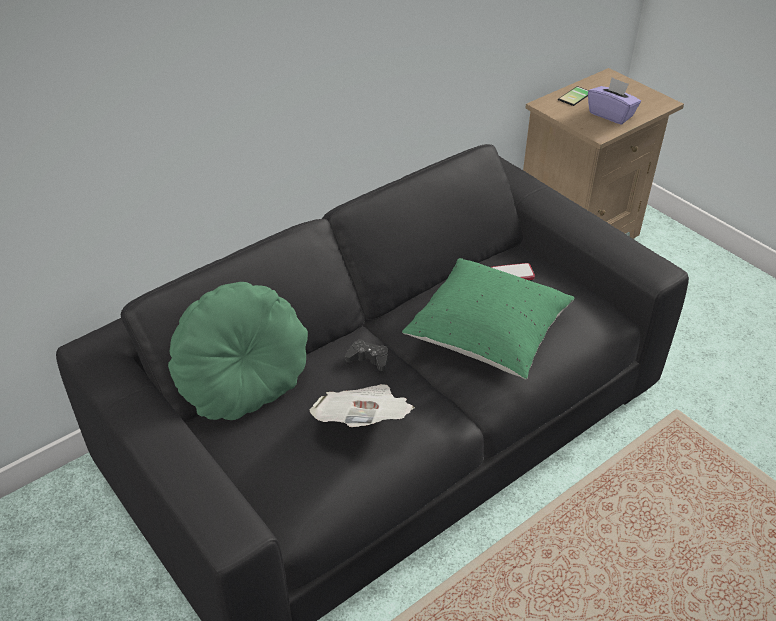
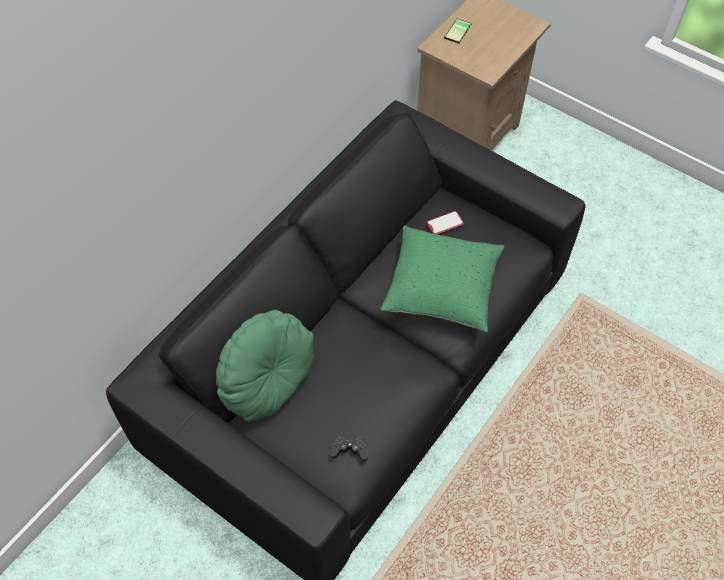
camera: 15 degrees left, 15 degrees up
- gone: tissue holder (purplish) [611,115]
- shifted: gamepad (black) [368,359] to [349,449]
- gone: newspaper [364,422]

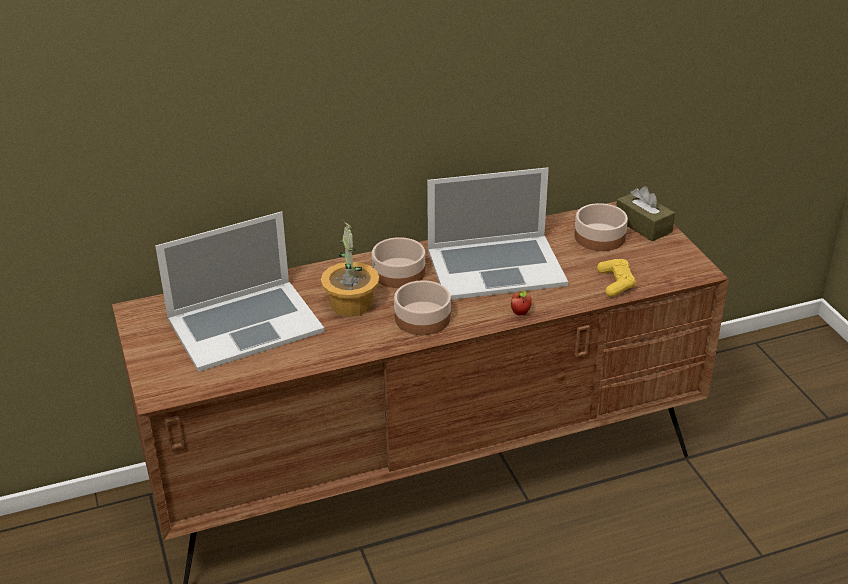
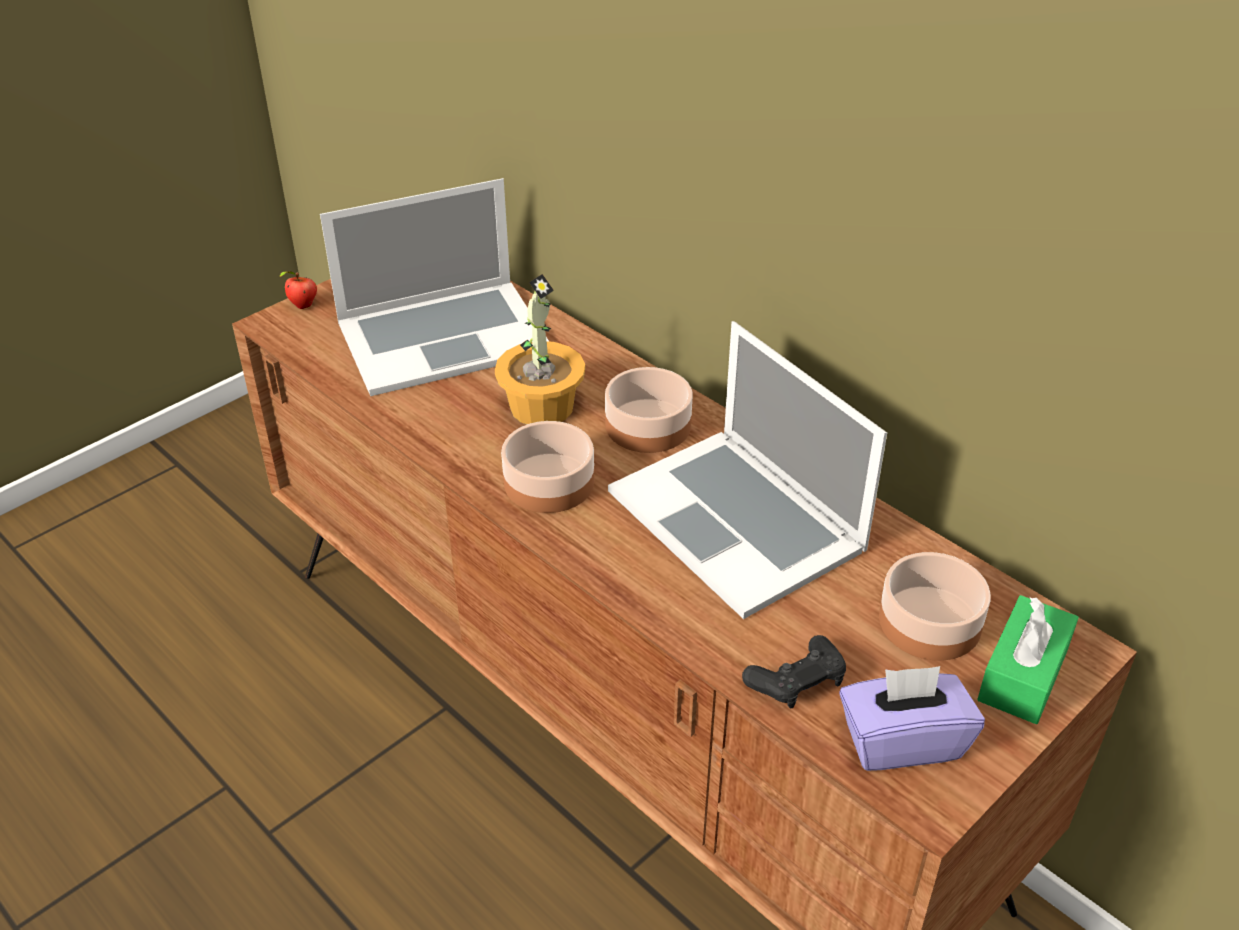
camera: 65 degrees right, 5 degrees up
- repainted: tissue holder (brown-coloured) [643,225] to tissue holder (greenish) [1023,674]
- rotated: laptop [244,324] = [443,336] 60 degrees counterclockwise
- repainted: gamepad (yellowish) [616,283] to gamepad (black) [797,682]
- shifted: apple [521,313] to [302,306]
- new: tissue holder (purplish) [902,741]

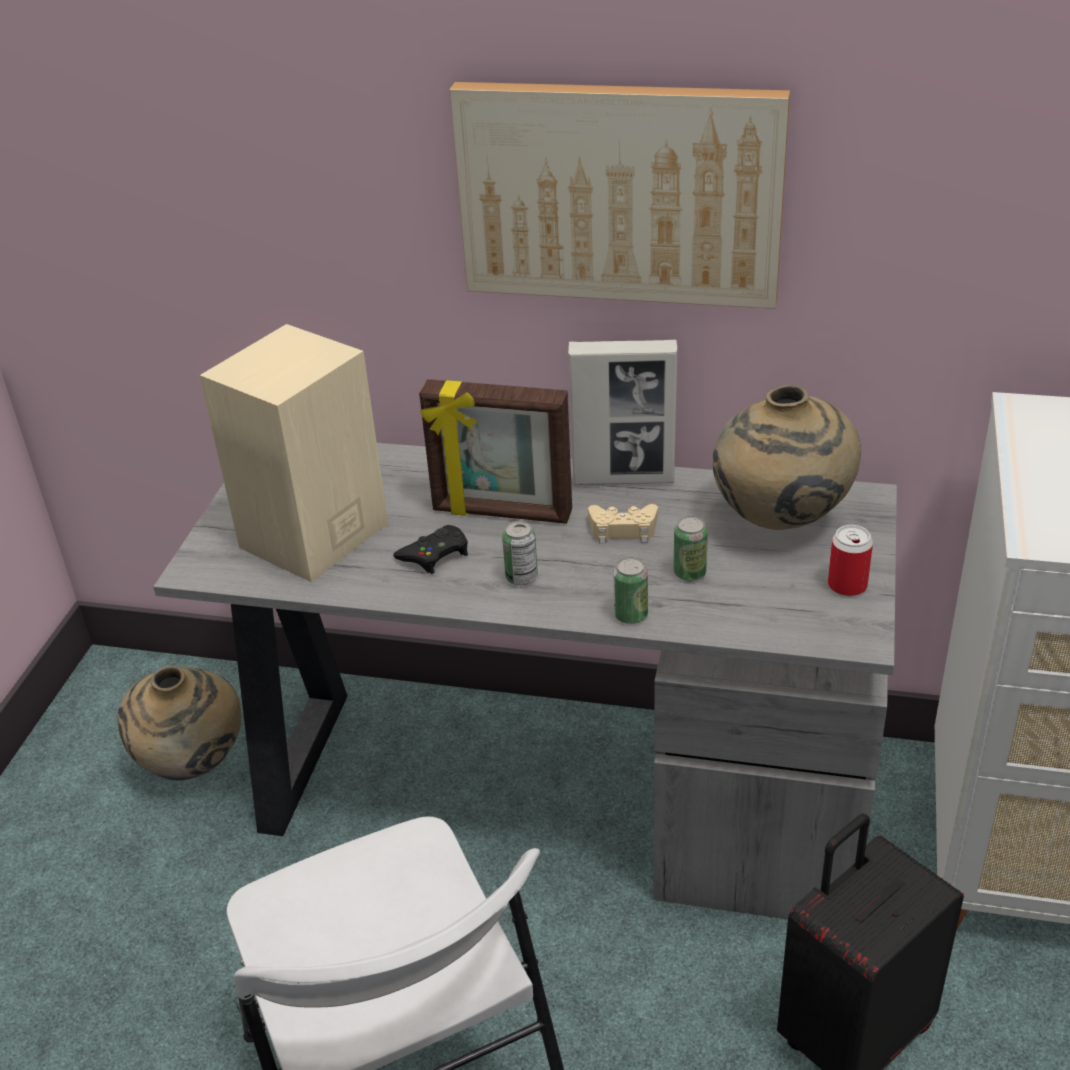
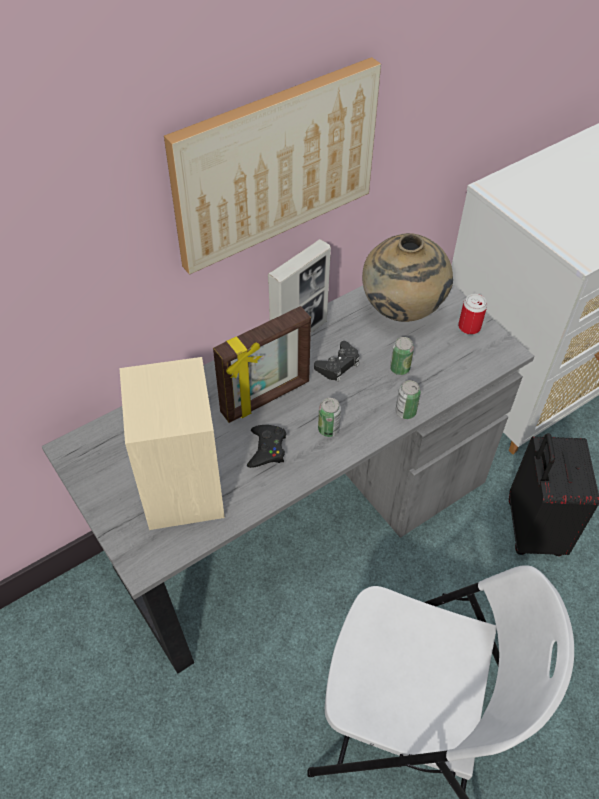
camera: 50 degrees left, 15 degrees up
- repainted: gamepad (beige-coloured) [623,529] to gamepad (black) [338,365]
- gone: vase (beige-coloured) [194,765]

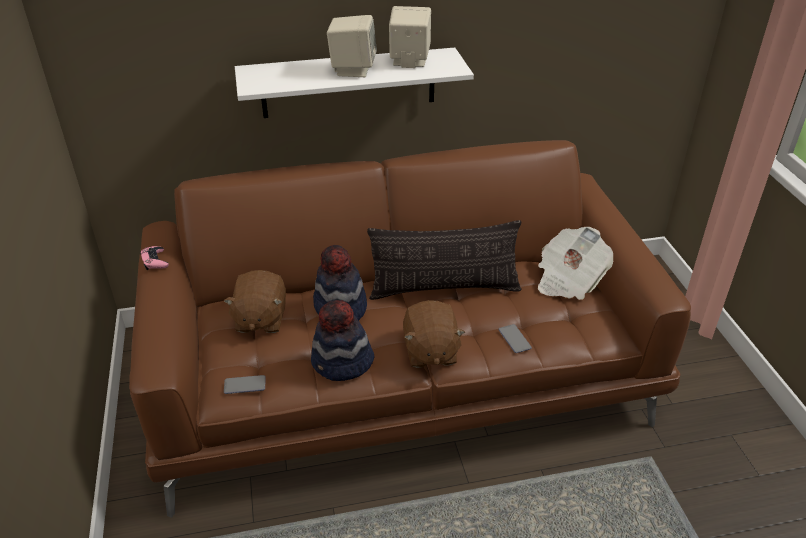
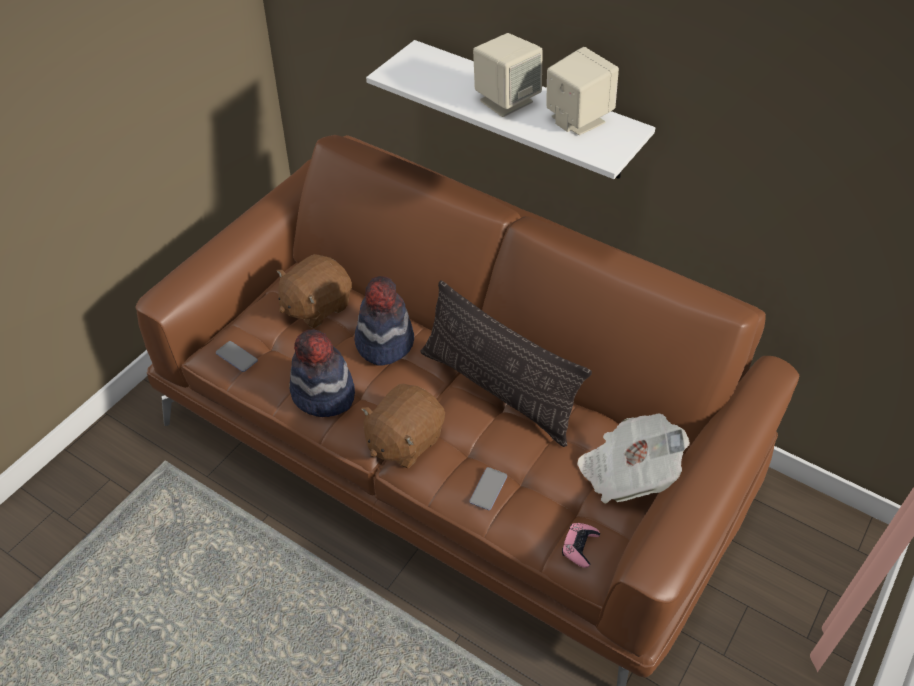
camera: 45 degrees right, 10 degrees up
- shifted: gamepad (pink) [155,261] to [579,547]

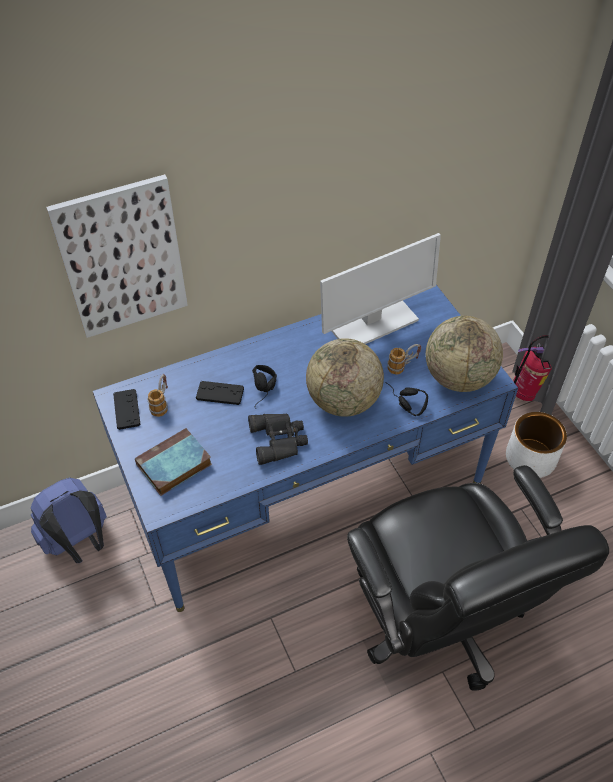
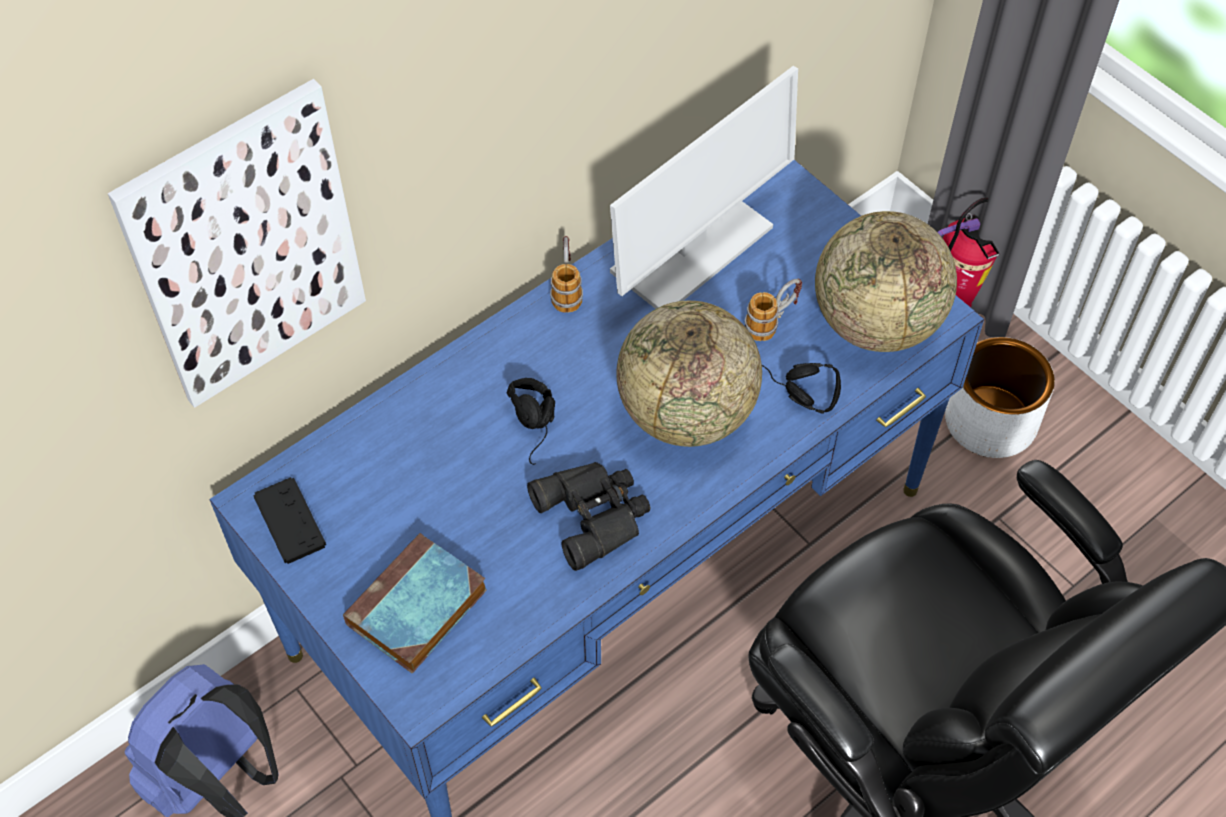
camera: 15 degrees left, 5 degrees up
- shifted: coffee mug [161,403] to [566,289]
- gone: gamepad (black) [220,393]

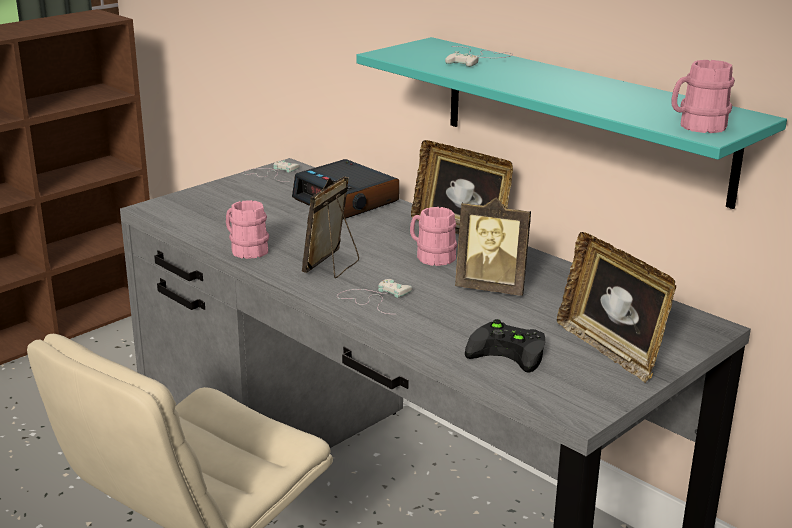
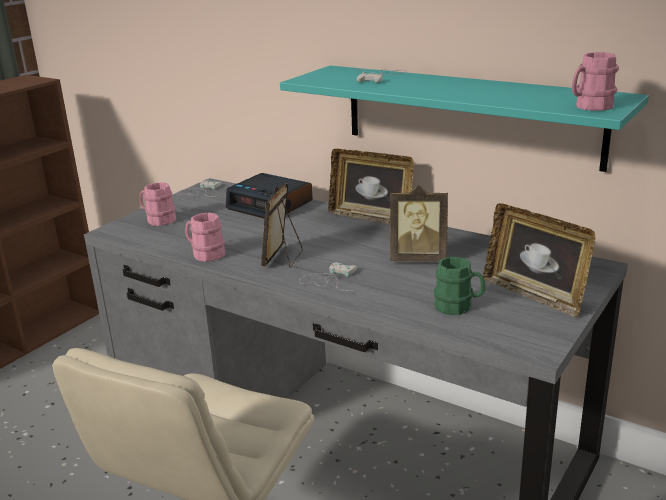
camera: 10 degrees left, 0 degrees up
- shifted: coffee mug (pink) [431,257] to [158,220]
- swapped: gamepad (black) [510,351] to coffee mug (greenish) [458,307]

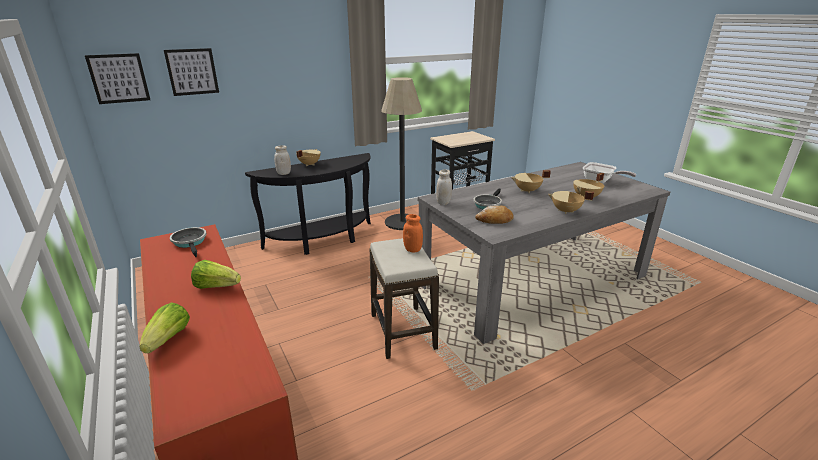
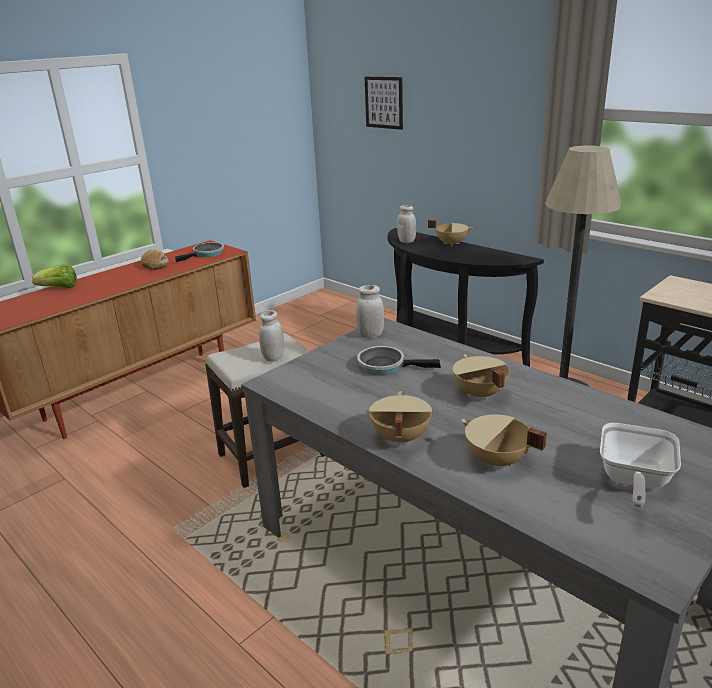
camera: 75 degrees right, 0 degrees up
- gone: picture [119,78]
- shifted: bakery bread [495,220] to [155,265]
- repainted: preserve jar (orangey) [412,249] to preserve jar (white-coloured) [273,357]
- gone: head of lettuce [216,286]

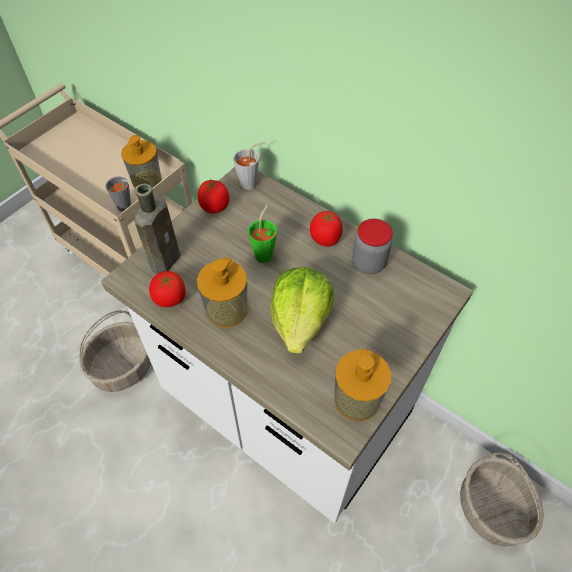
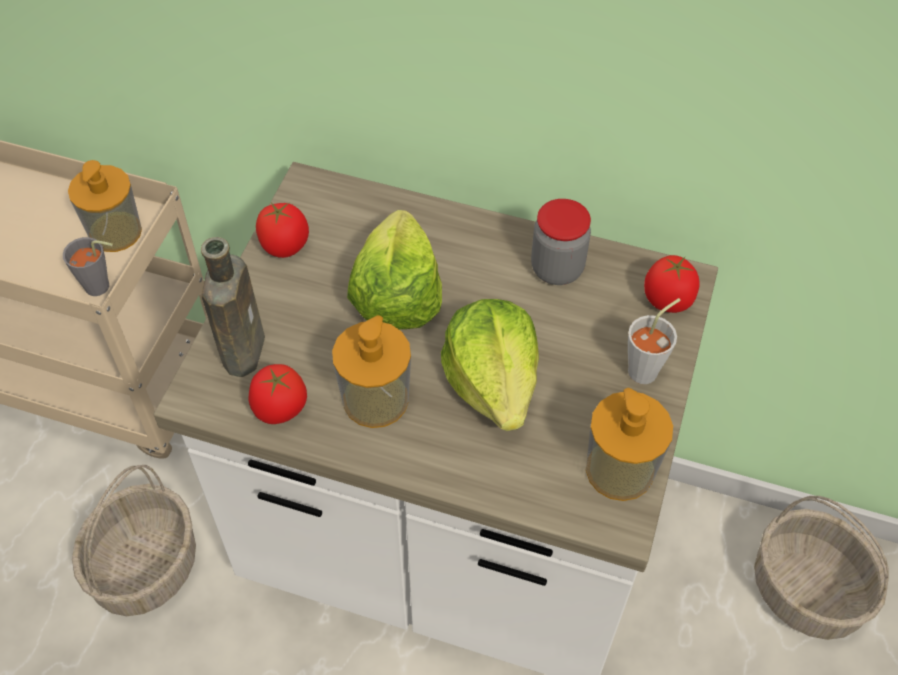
camera: 20 degrees left, 0 degrees up
- shifted: small cup (gray) [252,183] to [648,368]
- swapped: small cup (greenish) [265,252] to head of lettuce [396,295]
- shifted: tomato [325,239] to [668,300]

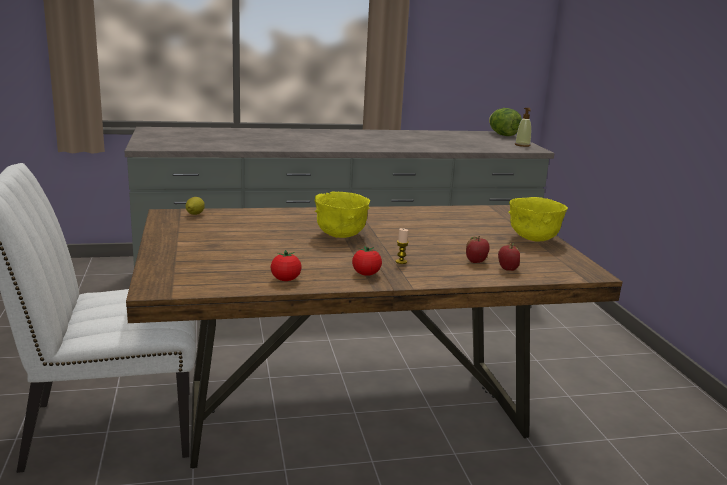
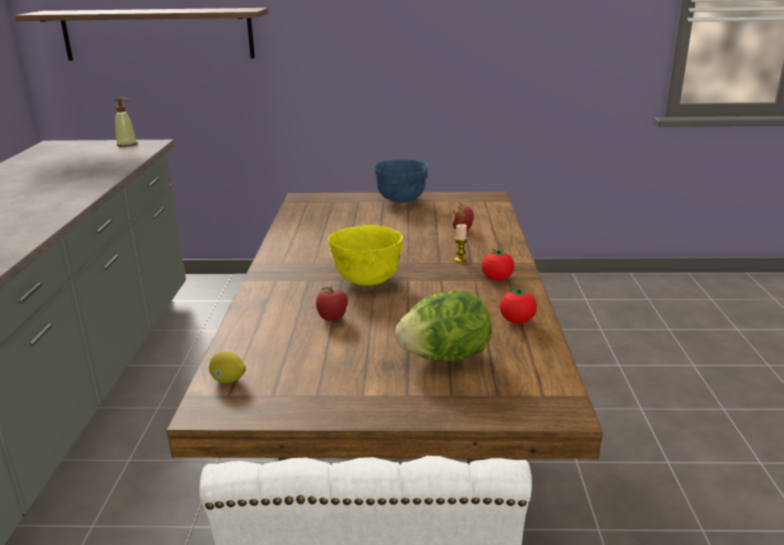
camera: 75 degrees left, 5 degrees up
- shifted: head of lettuce [503,135] to [445,357]
- repainted: deep dish (yellowish) [533,239] to deep dish (blue) [401,201]
- shifted: apple [507,269] to [332,319]
- new: wall shelf [158,34]

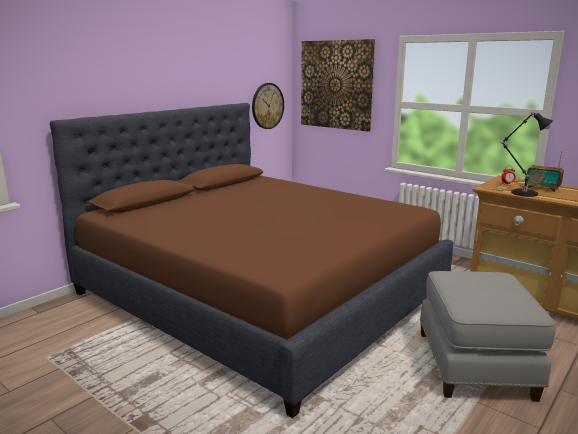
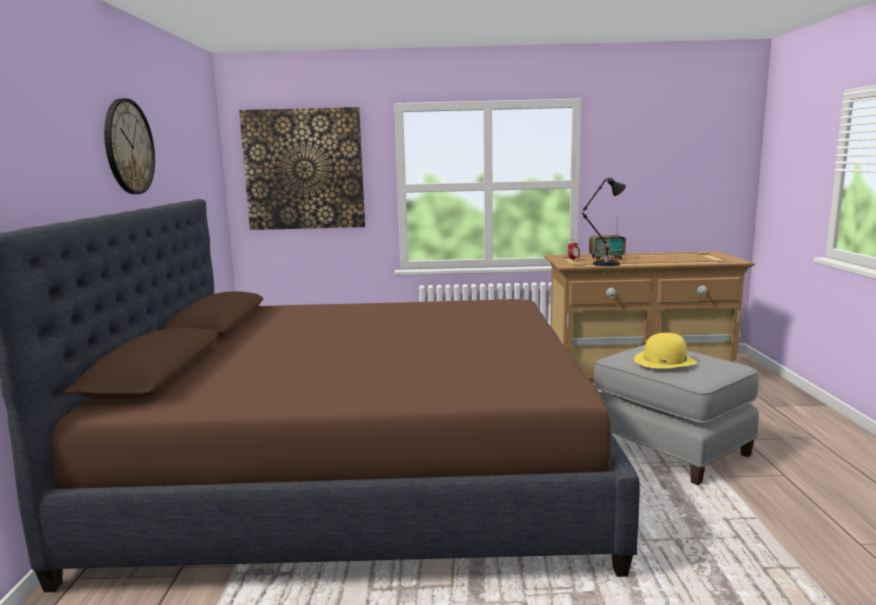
camera: 40 degrees left, 5 degrees down
- shifted: clock on the wall [267,106] to [128,147]
- new: wearable hat (yellowish) [664,361]

